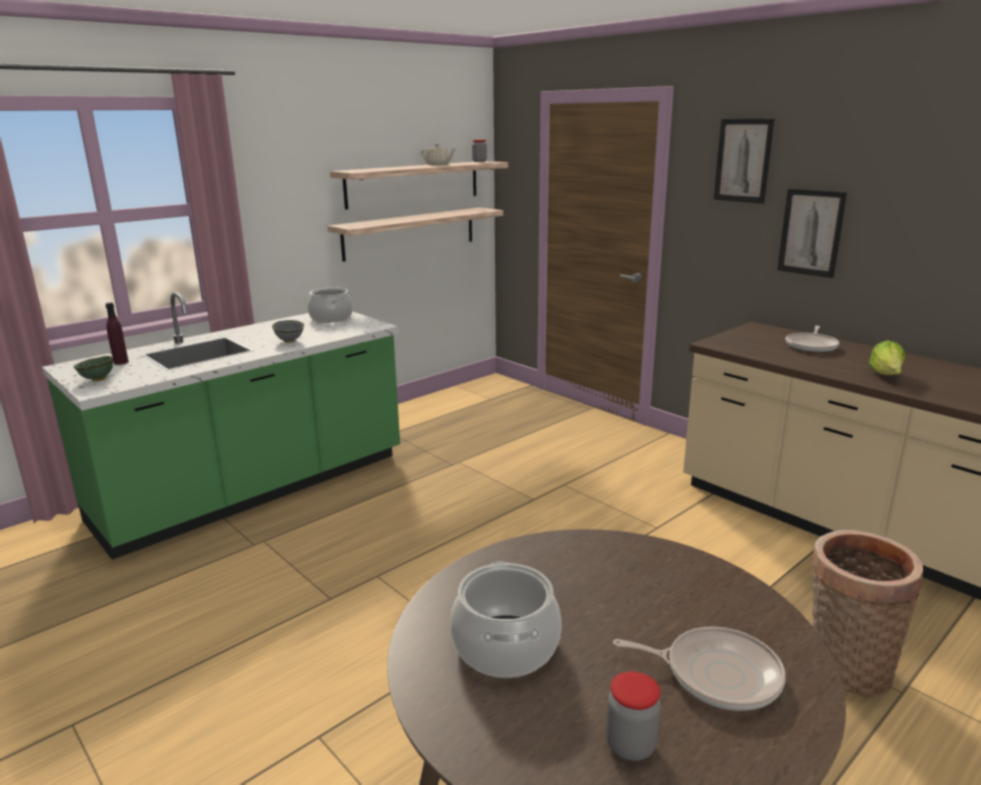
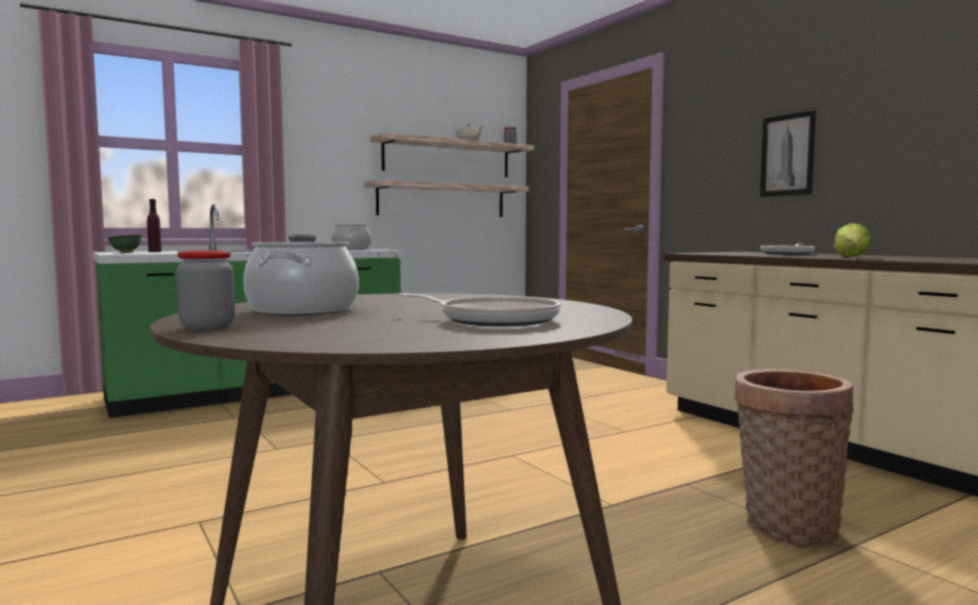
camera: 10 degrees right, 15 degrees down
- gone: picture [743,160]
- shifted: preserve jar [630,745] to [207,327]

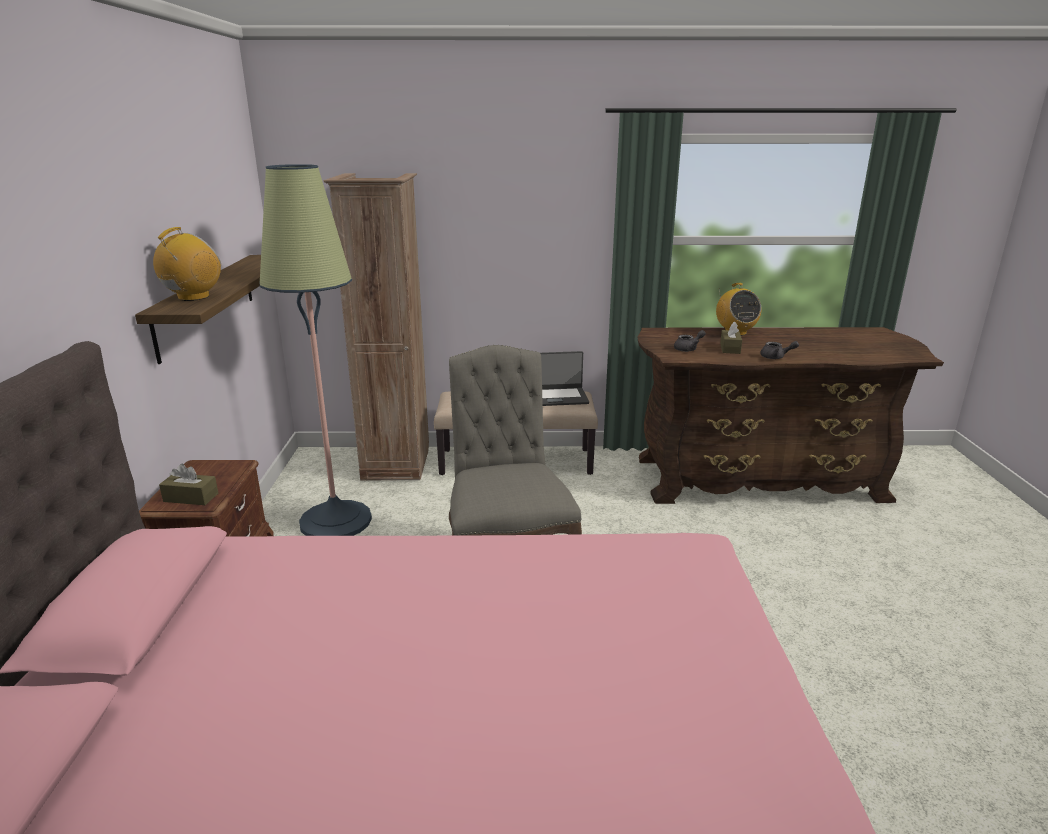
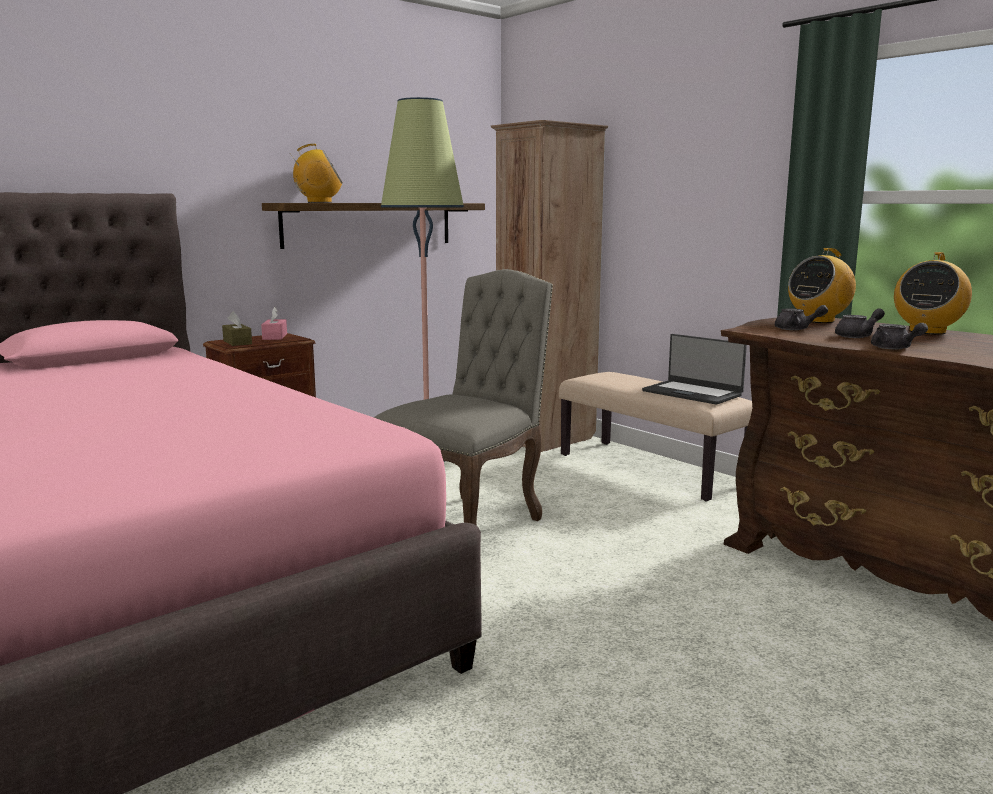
camera: 50 degrees right, 10 degrees down
- swapped: tissue holder (brown-coloured) [730,348] to tea pot (gray) [858,336]
- new: radio [818,321]
- new: tissue holder (pink) [275,336]

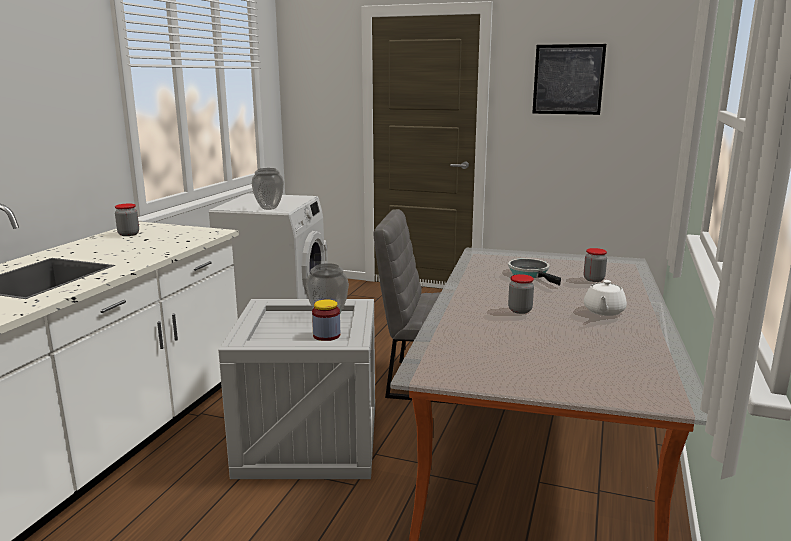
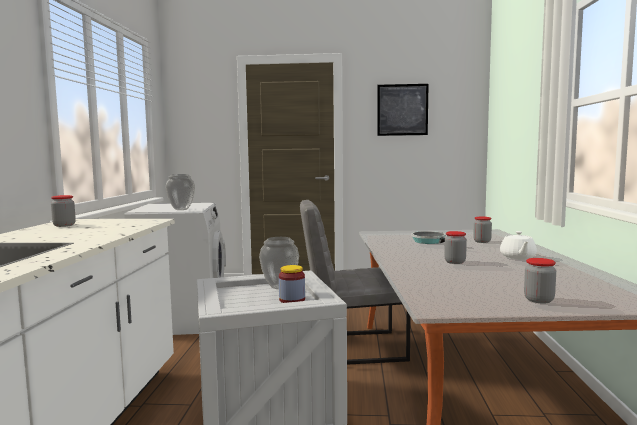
camera: 15 degrees left, 10 degrees down
- new: preserve jar [539,300]

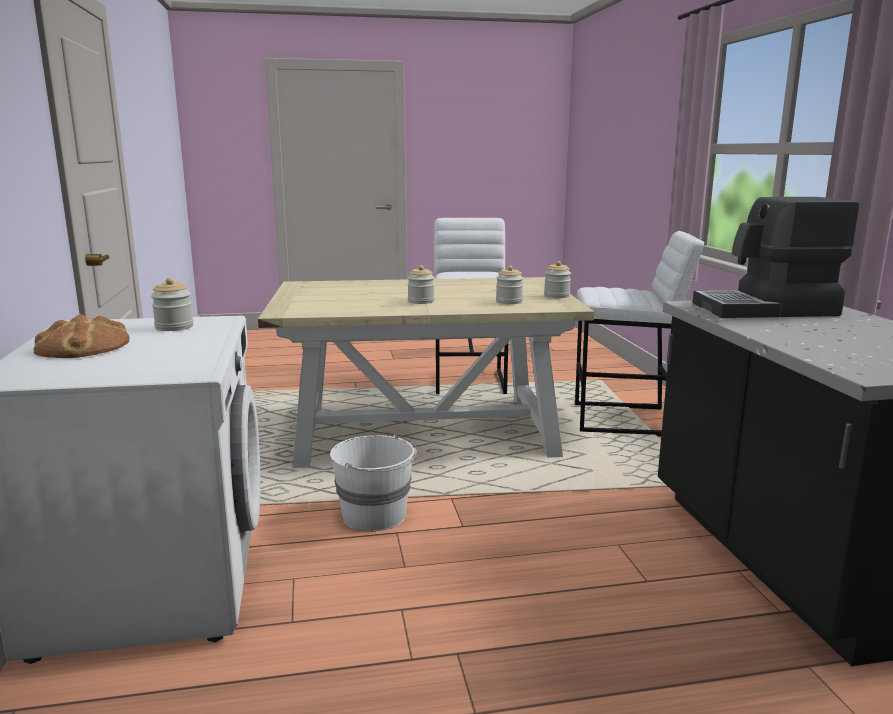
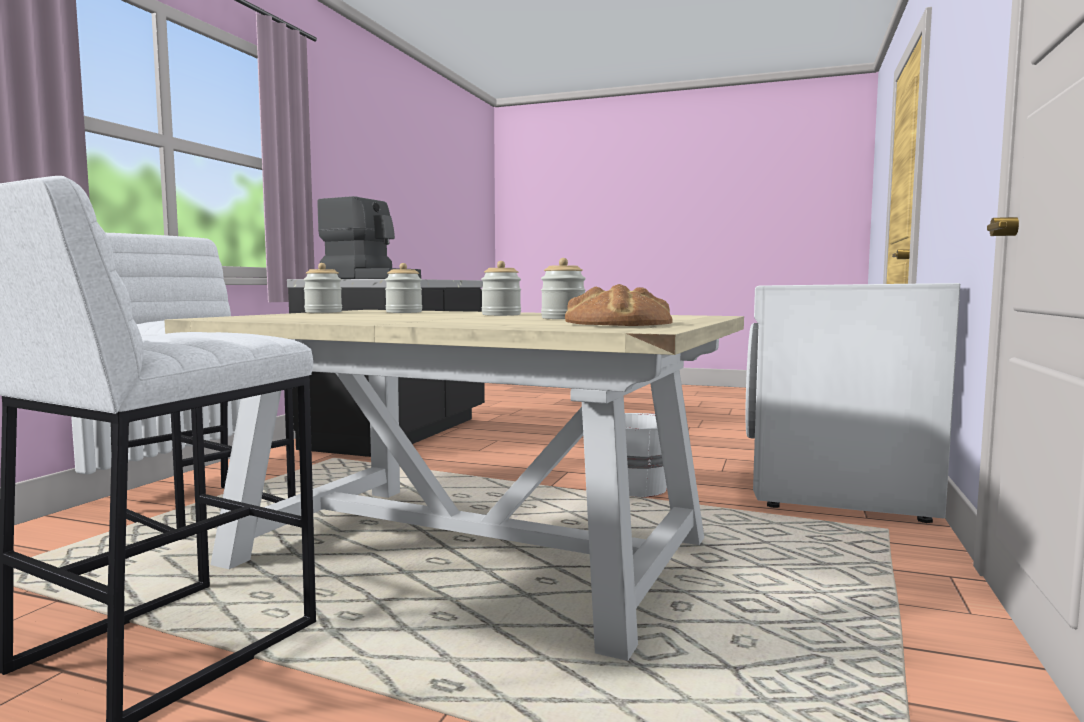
camera: 150 degrees left, 10 degrees down
- shifted: preserve jar [174,327] to [563,318]
- shifted: bakery bread [83,347] to [618,323]

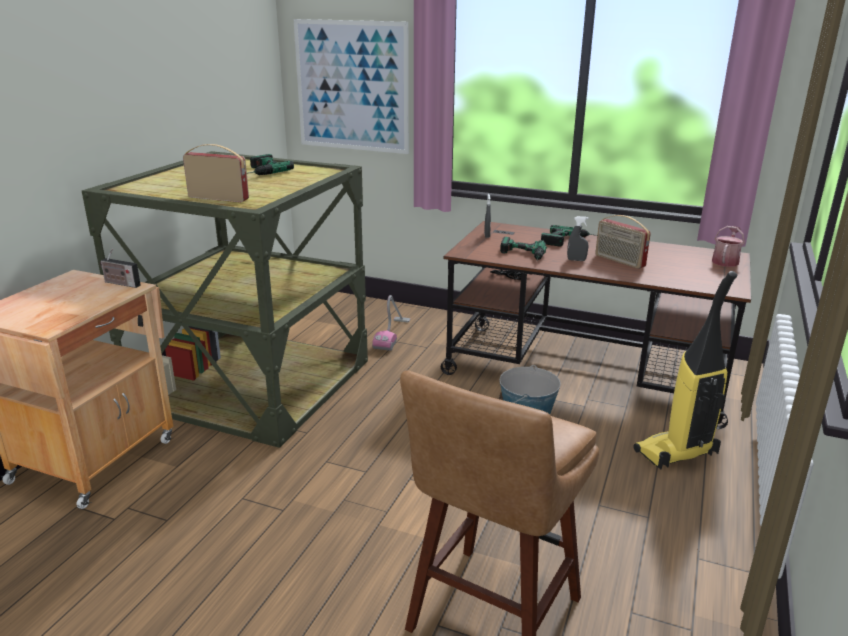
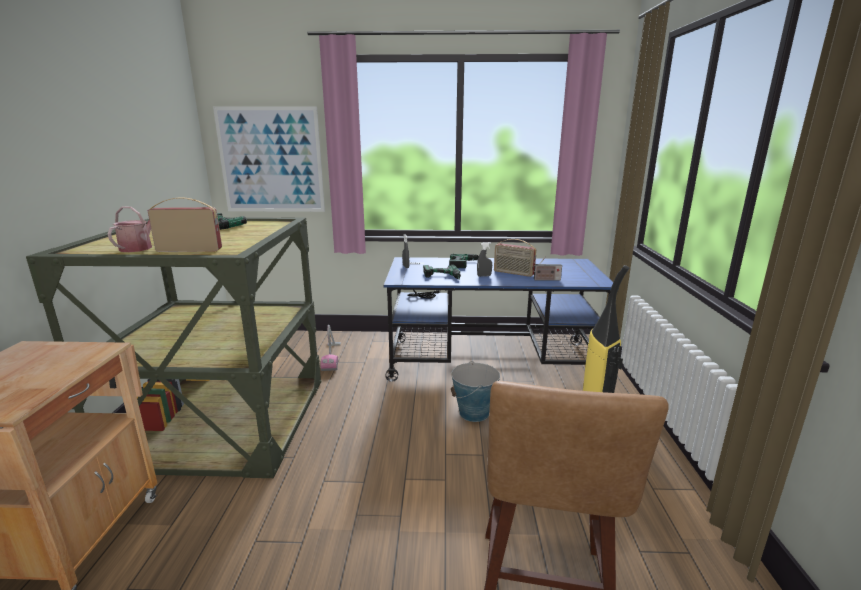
camera: 20 degrees left, 5 degrees down
- repainted: desk unit (brown-coloured) [584,372] to desk unit (blue) [490,361]
- shifted: watering can [725,261] to [139,247]
- shifted: radio [120,283] to [545,279]

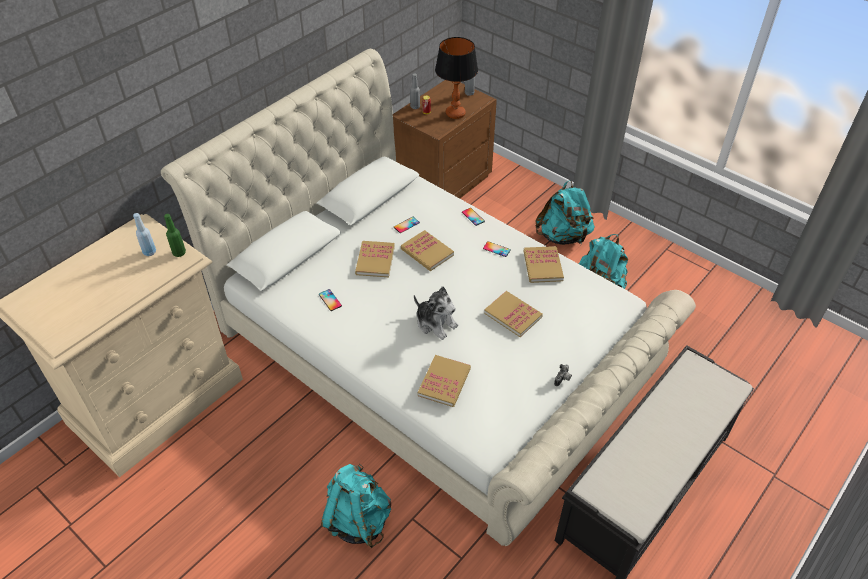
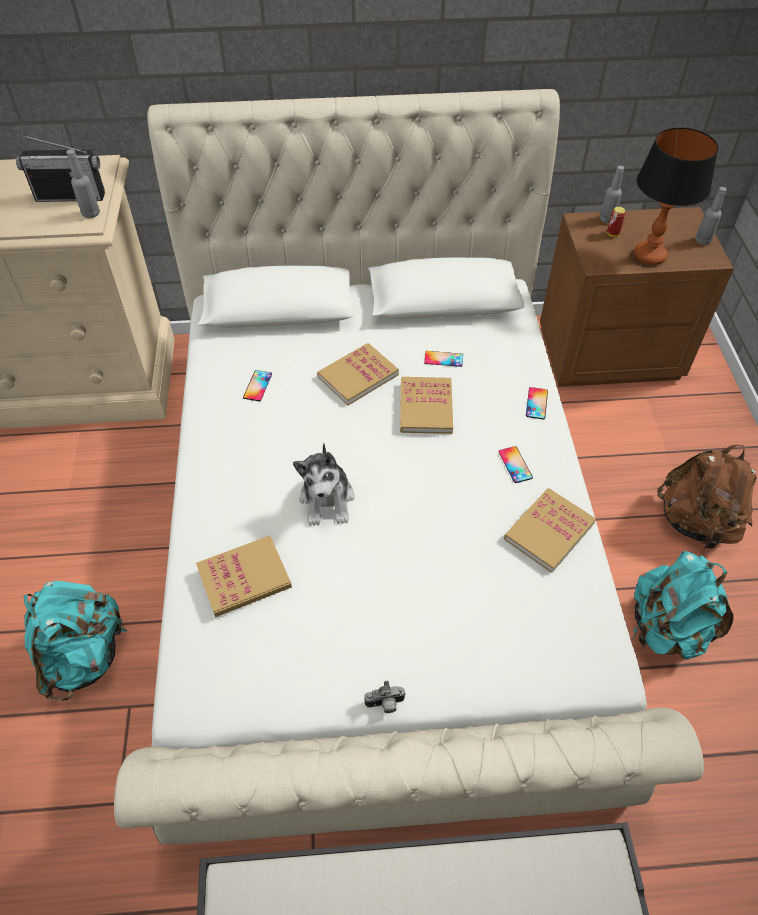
camera: 45 degrees right, 5 degrees up
- repainted: knapsack (blue-green) [563,236] to knapsack (brown-coloured) [696,522]
- swapped: beverage bottle (blue) [149,252] to radio [71,196]
- repainted: beverage bottle (greenish) [179,253] to beverage bottle (gray) [91,214]
- gone: book [513,315]

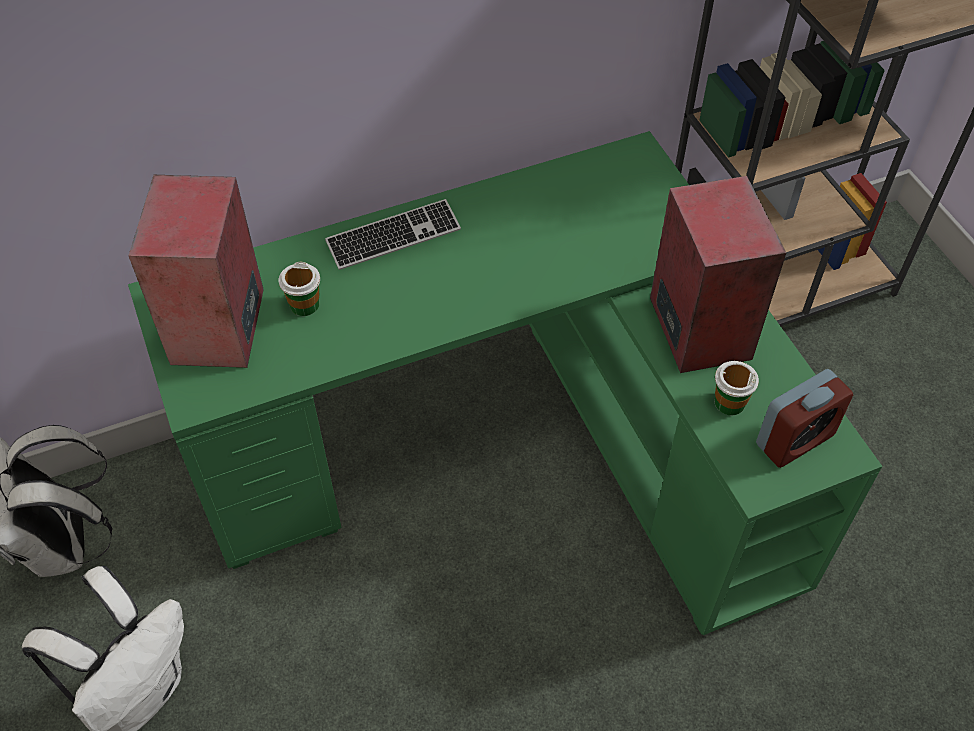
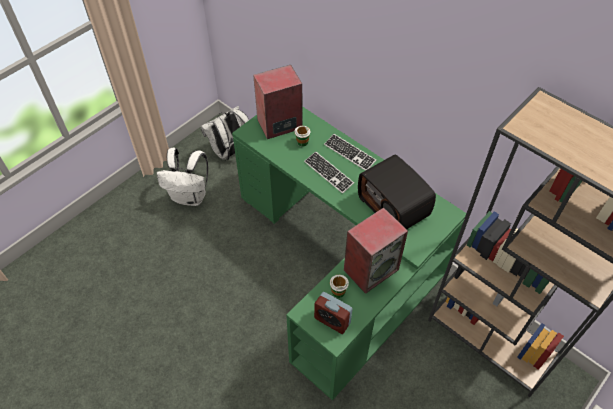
camera: 65 degrees right, 0 degrees up
- new: PC keyboard [328,173]
- new: radio [394,206]

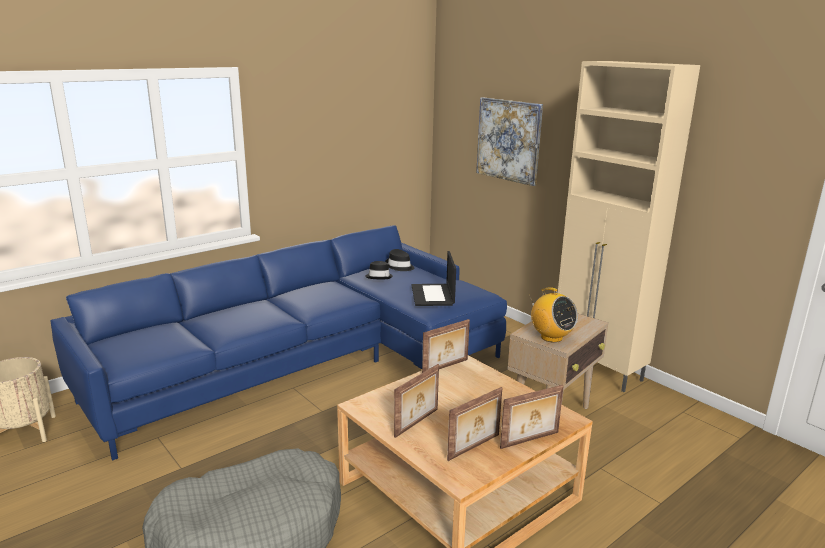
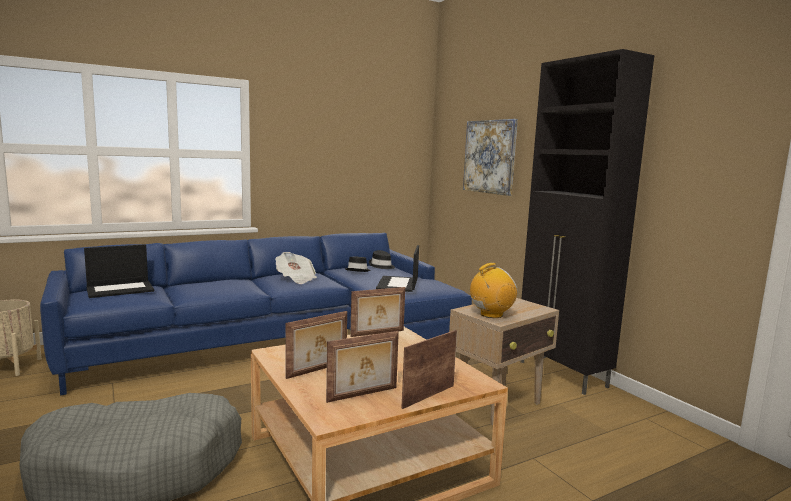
camera: 10 degrees right, 10 degrees down
- repainted: storage cabinet (beige-coloured) [598,370] to storage cabinet (black) [563,374]
- rotated: radio [551,337] = [491,314] 90 degrees counterclockwise
- rotated: photo frame [530,441] = [427,396] 150 degrees clockwise
- new: laptop [121,289]
- new: newspaper [296,279]

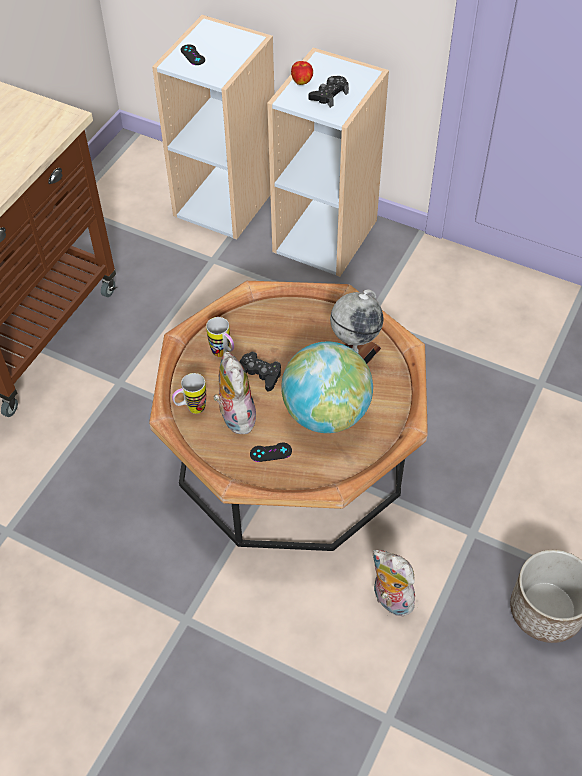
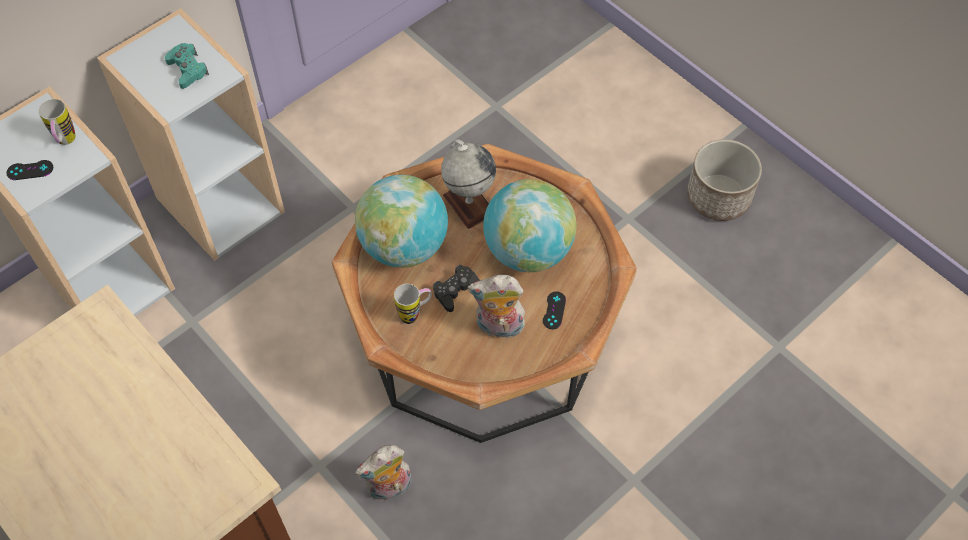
camera: 70 degrees left, 5 degrees up
- gone: apple [302,81]
- repainted: gamepad (black) [329,95] to gamepad (blue-green) [188,69]
- shifted: coffee mug [191,409] to [66,142]
- shifted: cuddly toy [390,600] to [389,488]
- new: desk globe [404,246]

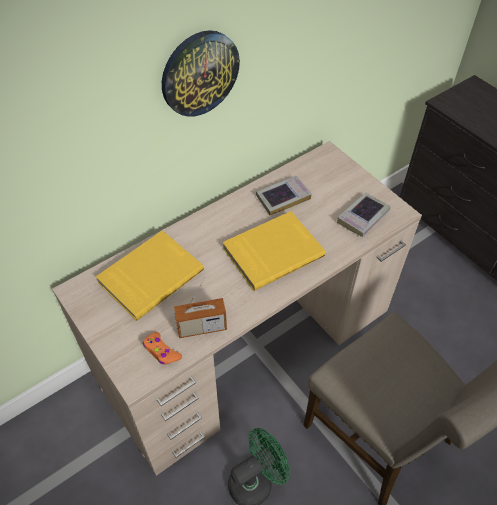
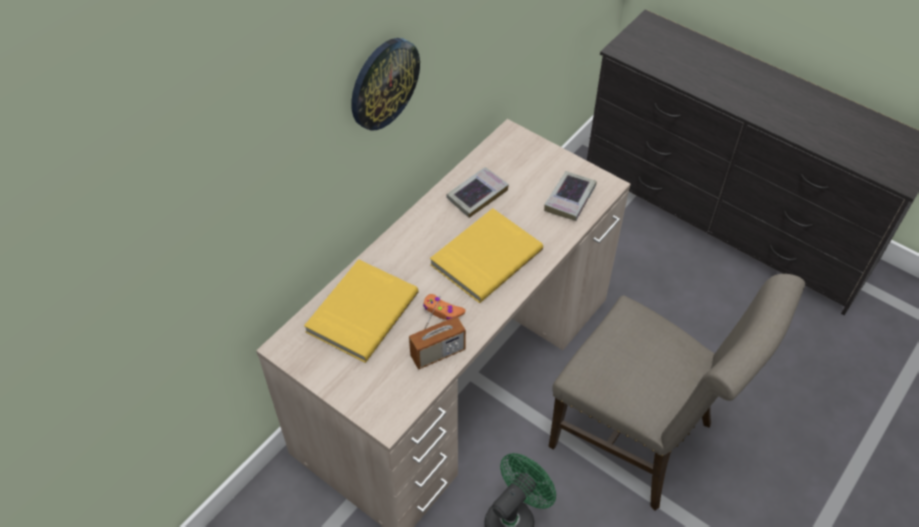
camera: 15 degrees left, 0 degrees up
- shifted: gamepad (orangey) [161,352] to [442,311]

